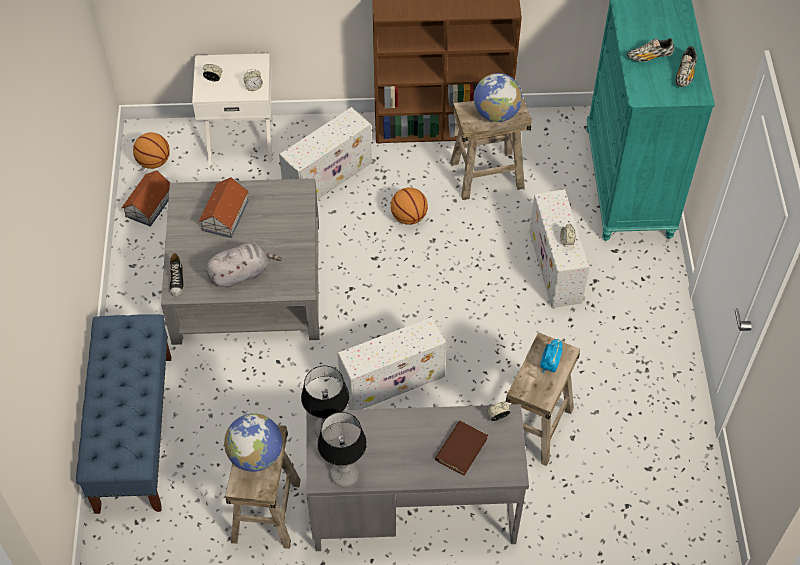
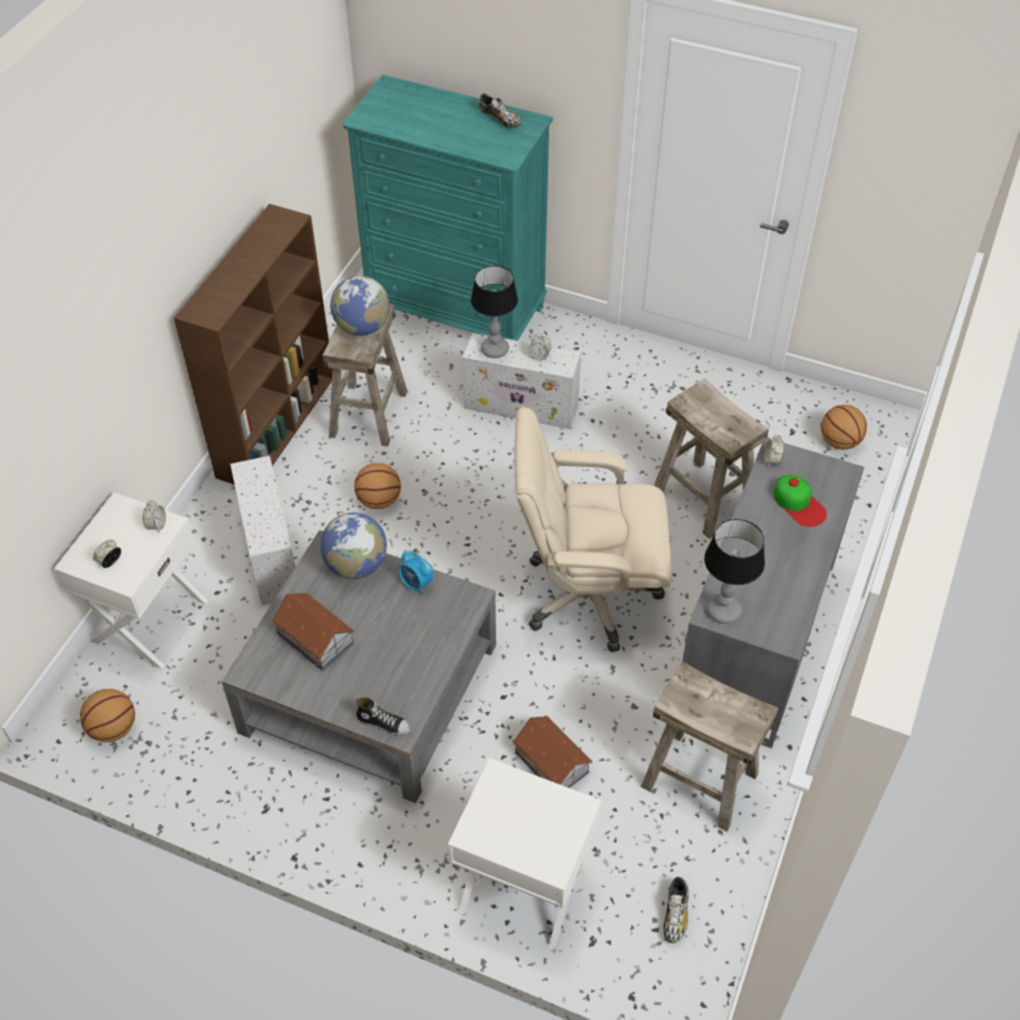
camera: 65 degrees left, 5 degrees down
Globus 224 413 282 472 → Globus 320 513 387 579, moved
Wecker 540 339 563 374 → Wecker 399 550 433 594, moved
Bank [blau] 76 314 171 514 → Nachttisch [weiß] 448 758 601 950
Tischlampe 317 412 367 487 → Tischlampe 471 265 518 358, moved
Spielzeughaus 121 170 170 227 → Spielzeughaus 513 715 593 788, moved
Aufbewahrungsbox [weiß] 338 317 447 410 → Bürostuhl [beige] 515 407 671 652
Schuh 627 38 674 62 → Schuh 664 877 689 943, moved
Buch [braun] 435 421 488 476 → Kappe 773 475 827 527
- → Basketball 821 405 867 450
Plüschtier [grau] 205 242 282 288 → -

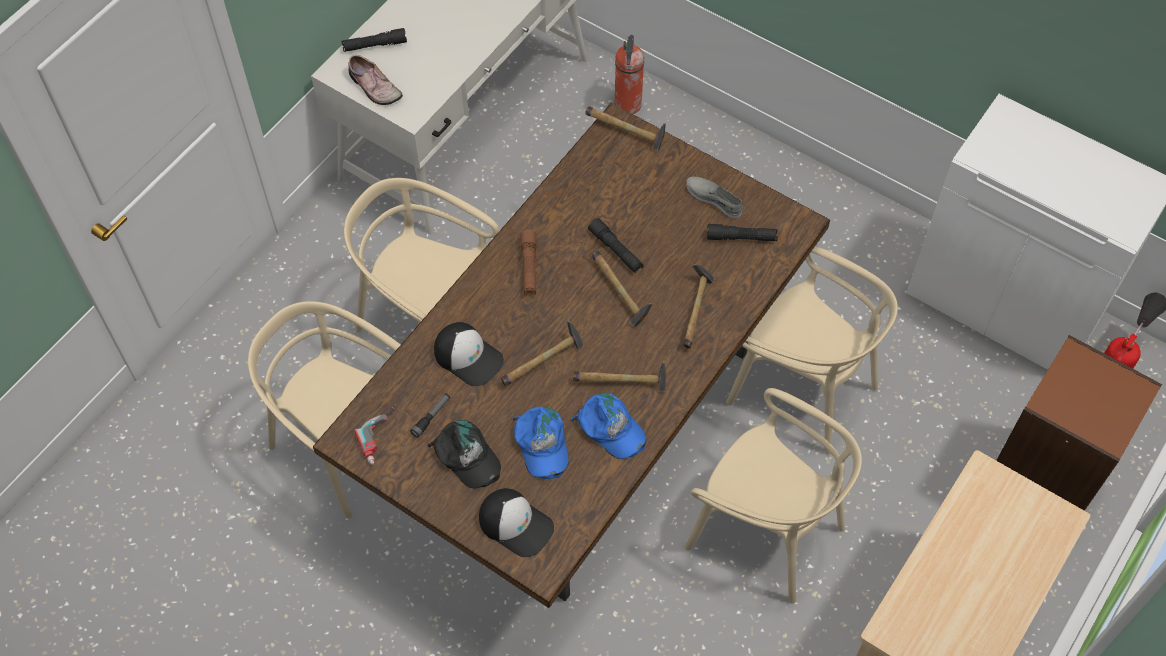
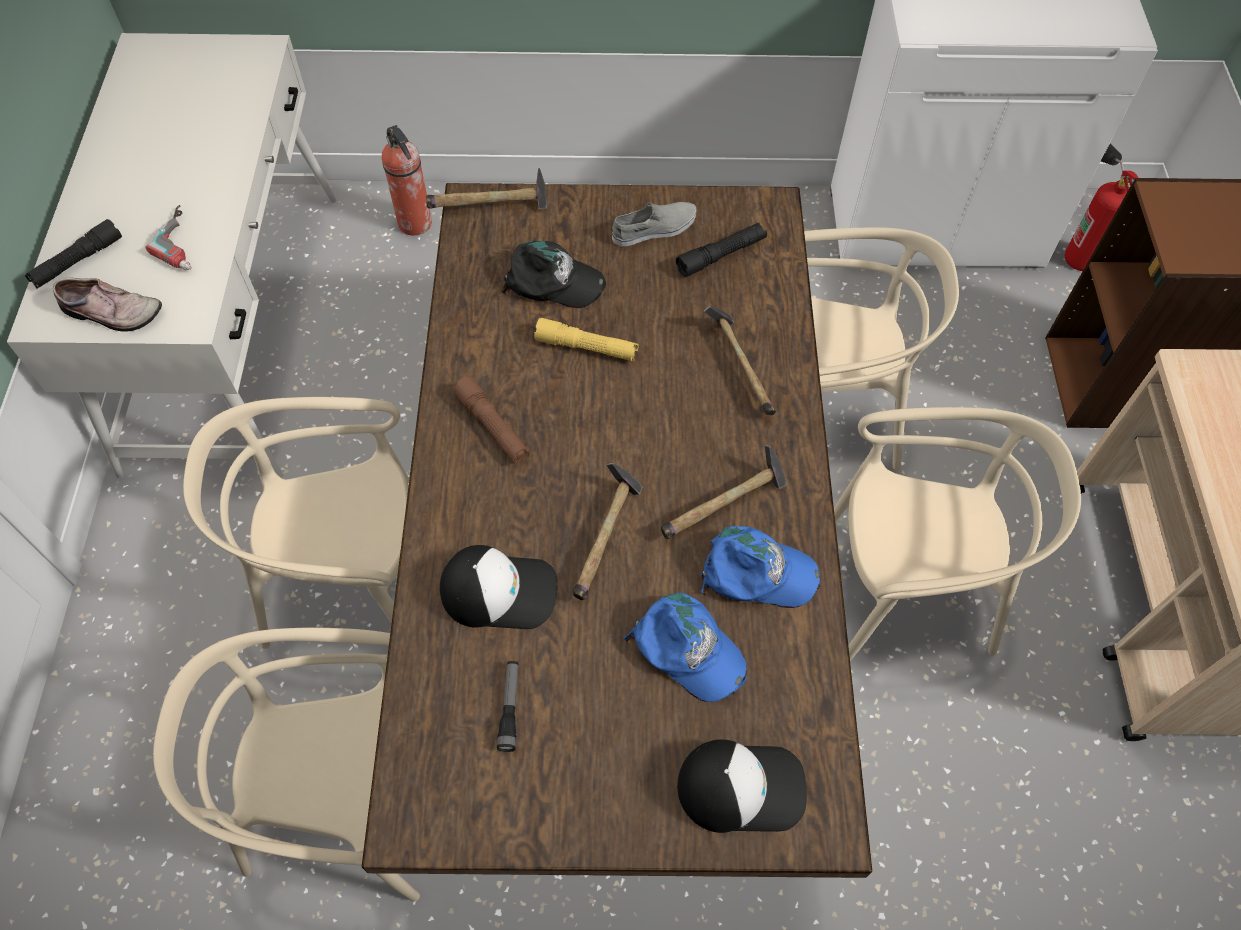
camera: 35 degrees left, 0 degrees up
Bohrmaschine 354 404 397 465 → Bohrmaschine 145 205 192 270, moved
Kappe [schwarz] 428 420 501 488 → Kappe [schwarz] 501 241 606 308, moved
Taschenlampe [schwarz] 588 218 644 273 → Taschenlampe [gelb] 534 318 639 361
Schuh [grau] 686 177 743 218 → Schuh [grau] 612 202 697 246, 150 degrees clockwise
Hammer 592 251 653 327 → -

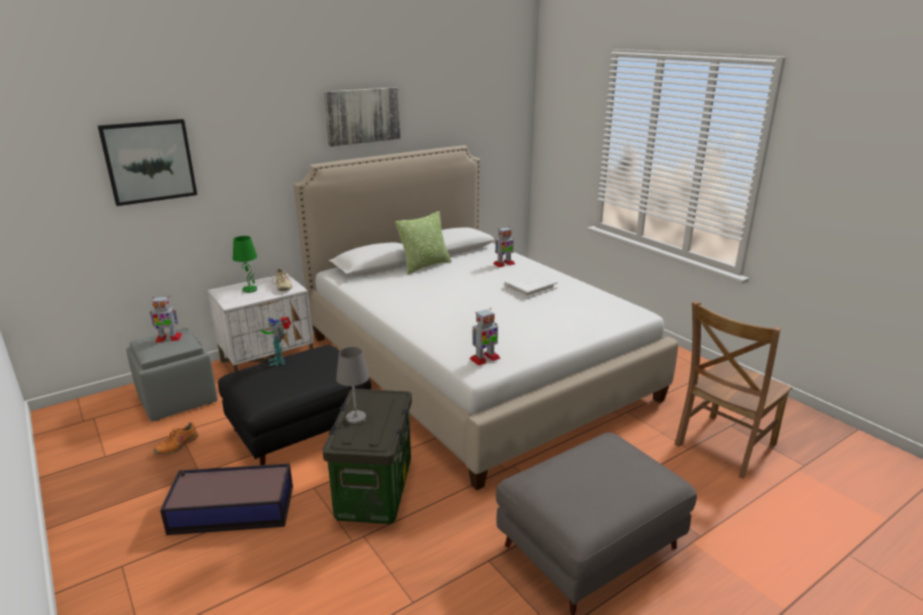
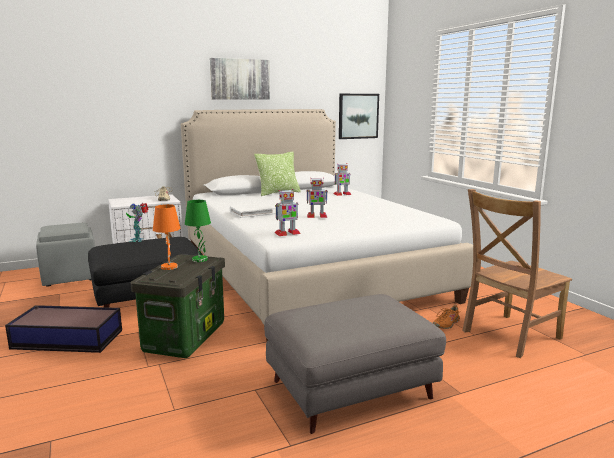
camera: 10 degrees right, 10 degrees down
Tischlampe [grau] 336 347 369 424 → Tischlampe [orange] 153 204 181 270
Tischlampe [grün] 233 236 257 293 → Tischlampe [grün] 185 200 211 262, moved
Buch [weiß] 504 273 558 298 → Buch [weiß] 230 203 276 218, moved
Spielzeugroboter 150 296 182 342 → Spielzeugroboter 306 178 328 218, moved
Bild 98 119 197 206 → Bild 339 94 379 139, moved
Schuh [orange] 154 422 198 455 → Schuh [orange] 433 305 462 329, moved

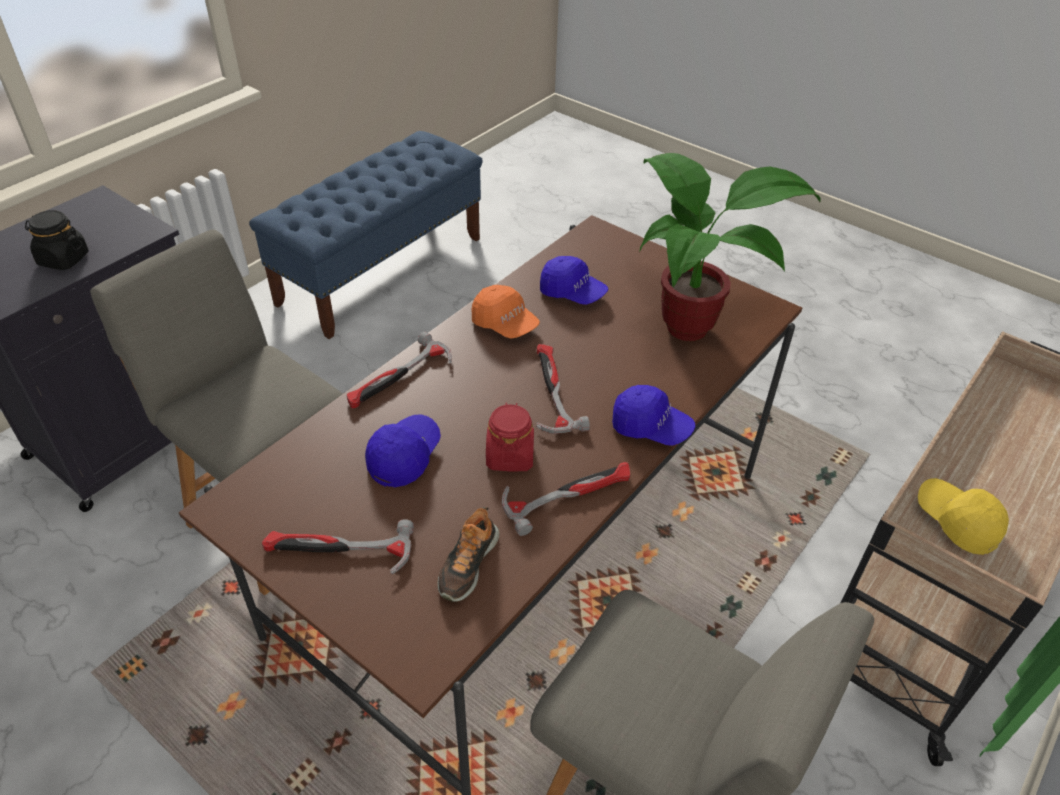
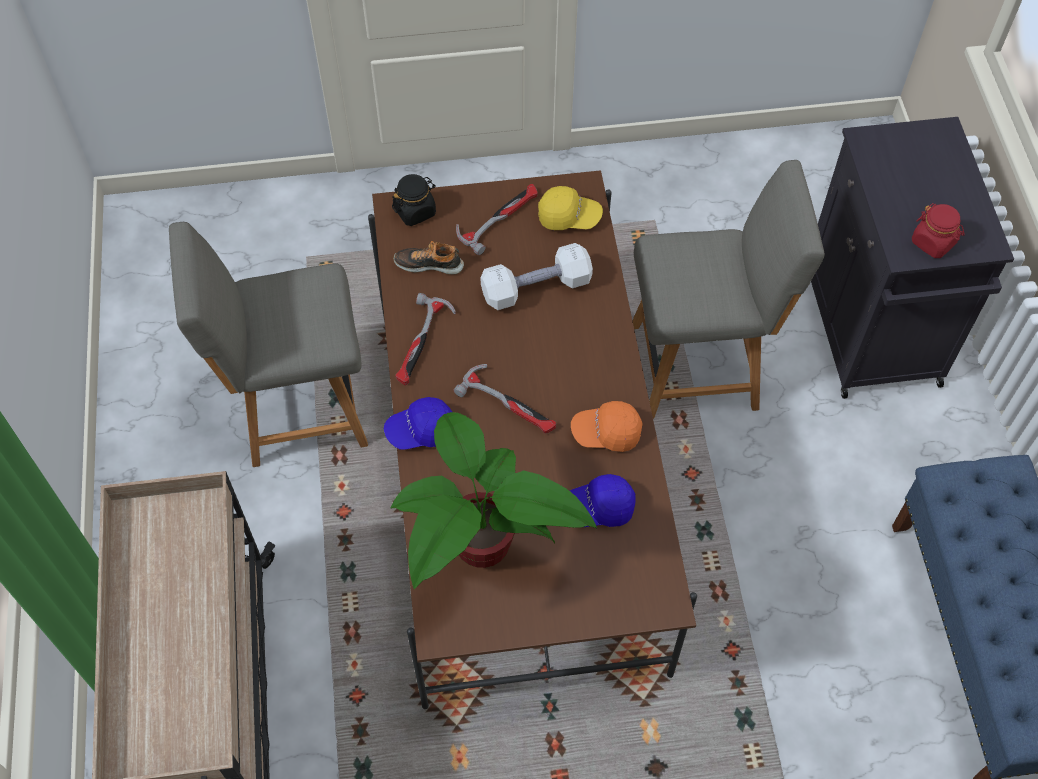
camera: 135 degrees right, 15 degrees up
Vorratsglas [schwarz] 25 210 89 270 → Vorratsglas [schwarz] 392 174 436 226, moved
Schuh 438 507 500 602 → Schuh 393 241 464 274, 60 degrees counterclockwise
Kappe [blau] 365 414 441 488 → Hantel [weiß] 480 243 593 310
Kappe [gelb] 918 478 1009 555 → Kappe [gelb] 538 186 603 230, moved
Vorratsglas [rot] 486 403 534 472 → Vorratsglas [rot] 912 203 965 258, moved
Hammer 347 332 452 409 → -

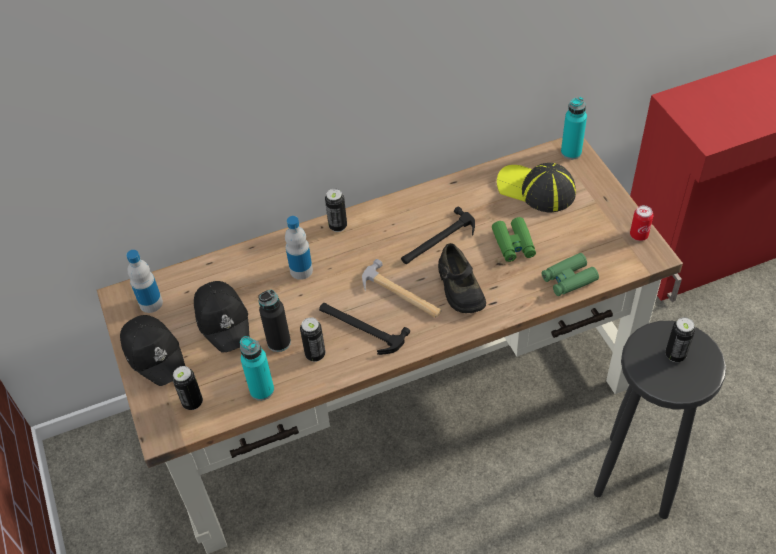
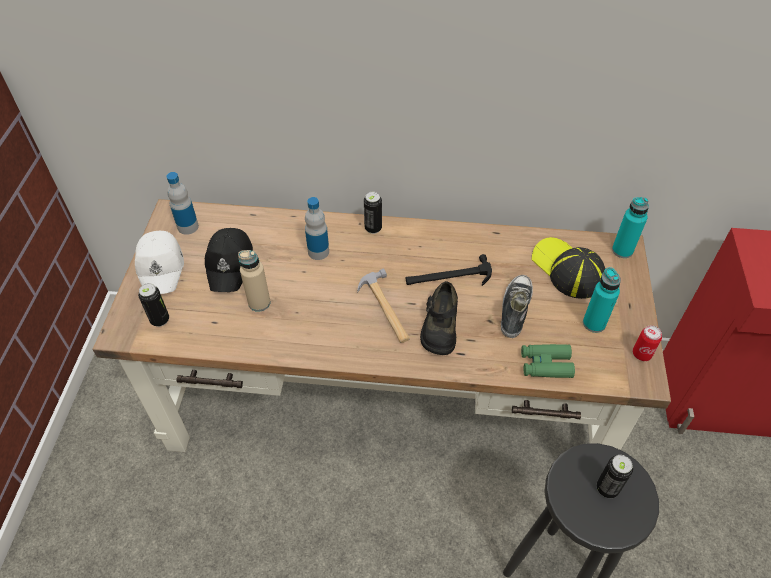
camera: 25 degrees right, 0 degrees up
Kappe [schwarz] 120 315 185 386 → Kappe [weiß] 135 231 184 294
Flasche [schwarz] 258 290 291 352 → Flasche [beige] 238 250 271 312
Fernglas [grün] 492 217 536 262 → Schuh 501 275 533 338
Flasche [türkis] 240 336 274 401 → Flasche [türkis] 583 267 621 333, moved
Dose 300 317 325 362 → -
Hammer 319 303 410 355 → -

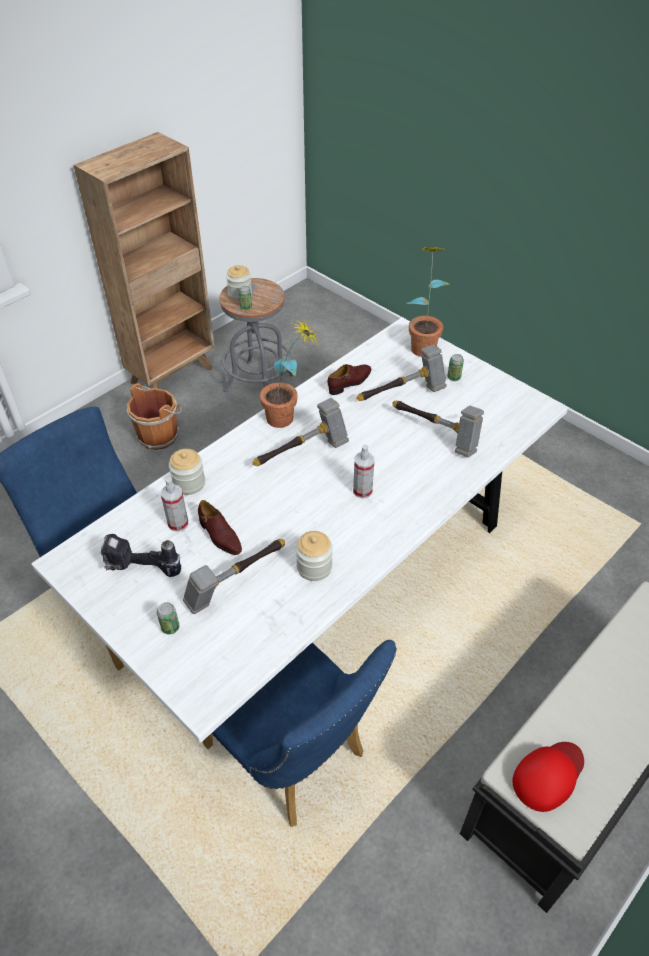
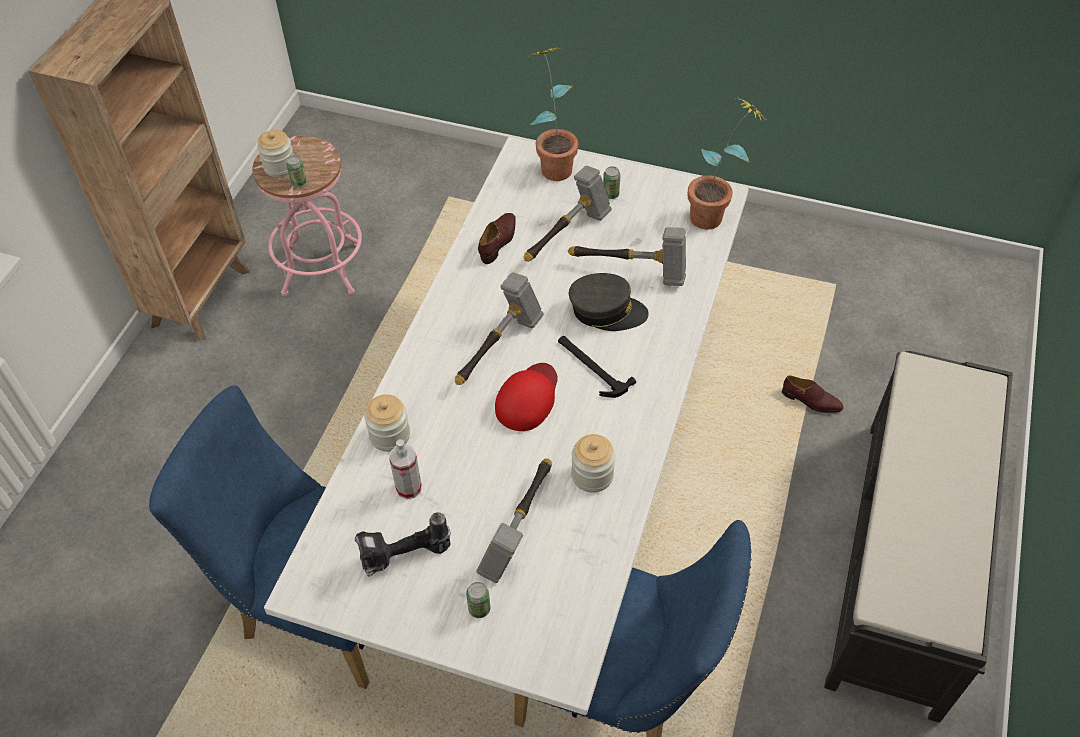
camera: 25 degrees left, 5 degrees up
Hocker [grau] 219 278 294 392 → Hocker [rosa] 252 136 362 296
Kappe [rot] 512 742 584 812 → Kappe [rot] 495 363 558 431, moved
Sprühflasche 353 445 374 499 → Hammer 558 336 636 398
- → Kappe [grau] 569 273 649 331
Topfpflanze 260 319 318 428 → Topfpflanze 688 97 765 229, moved
Schuh [braun] 198 500 242 555 → Schuh [braun] 782 375 843 413, moved
Eimer [braun] 126 383 182 450 → -

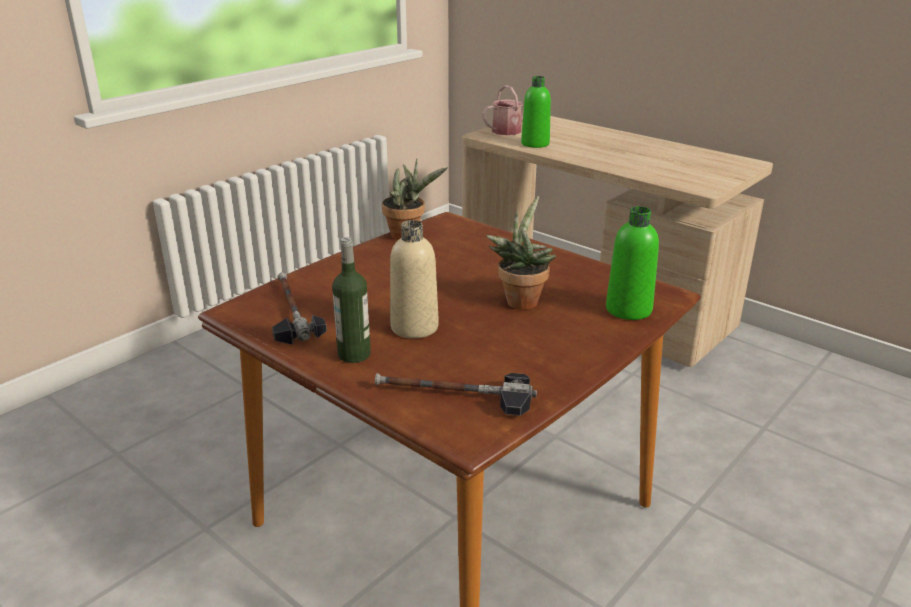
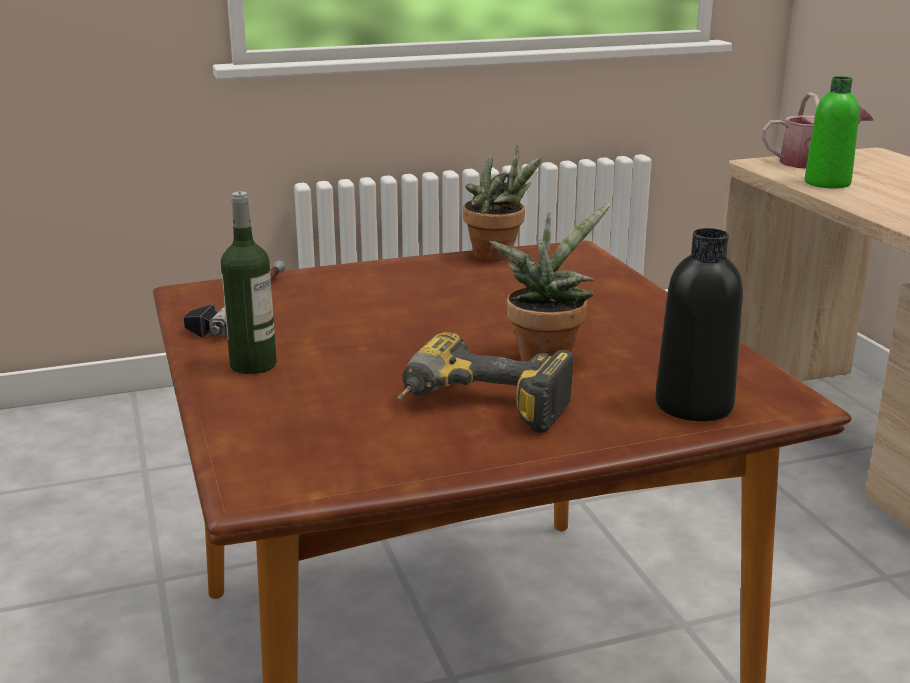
camera: 30 degrees right, 5 degrees down
- → Bohrmaschine 398 332 574 433
Flasche [grün] 606 206 659 320 → Flasche [schwarz] 655 228 743 421
Hammer 375 373 537 416 → -
Flasche [beige] 390 220 439 338 → -

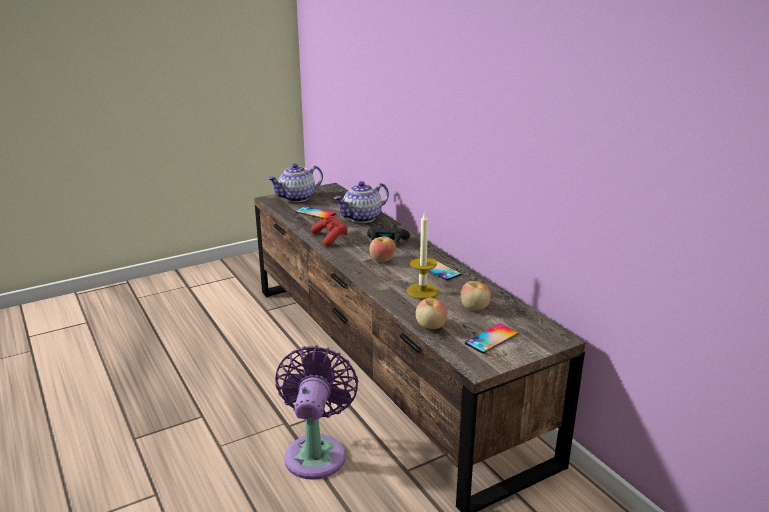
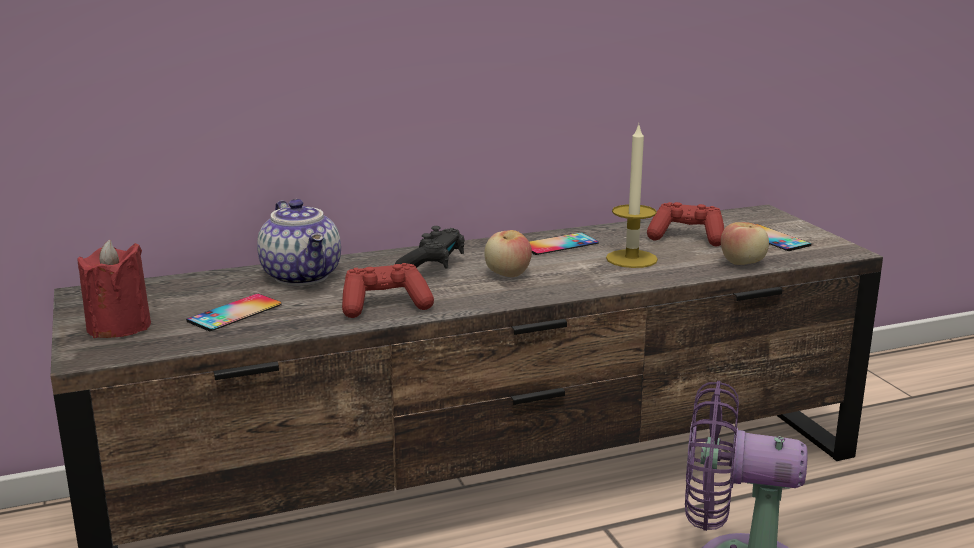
camera: 80 degrees left, 5 degrees down
Teekanne 268 164 323 202 → Kerze [rot] 78 239 151 338
Apfel 461 281 491 310 → Gamepad [rot] 647 202 724 246

